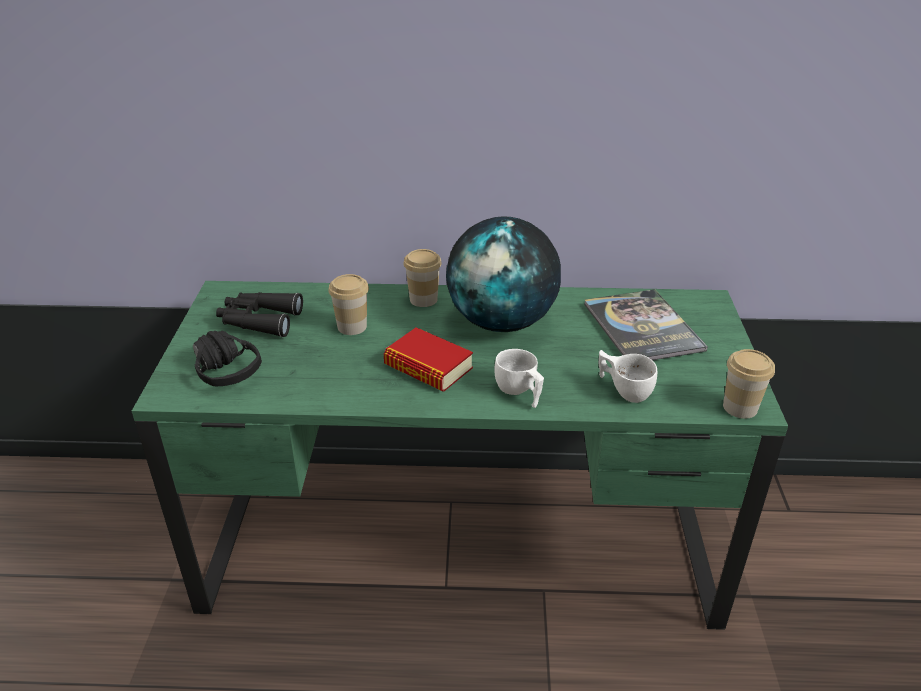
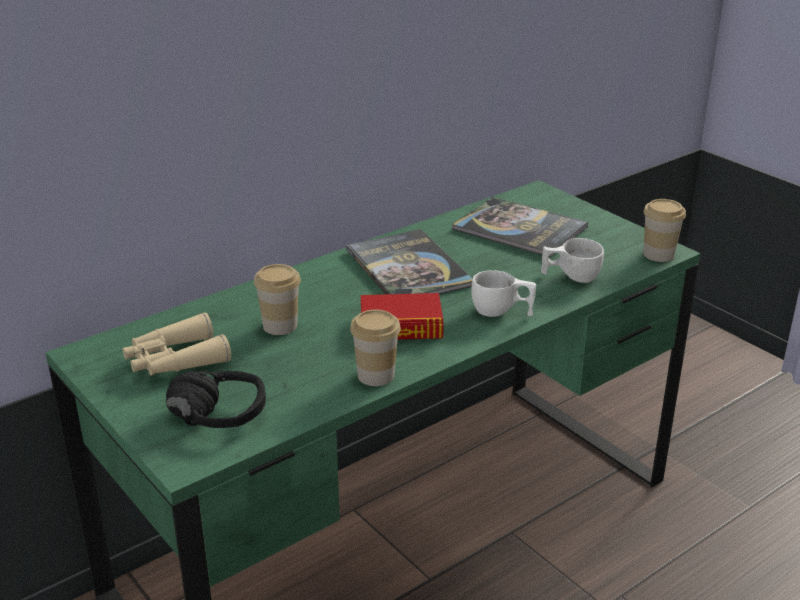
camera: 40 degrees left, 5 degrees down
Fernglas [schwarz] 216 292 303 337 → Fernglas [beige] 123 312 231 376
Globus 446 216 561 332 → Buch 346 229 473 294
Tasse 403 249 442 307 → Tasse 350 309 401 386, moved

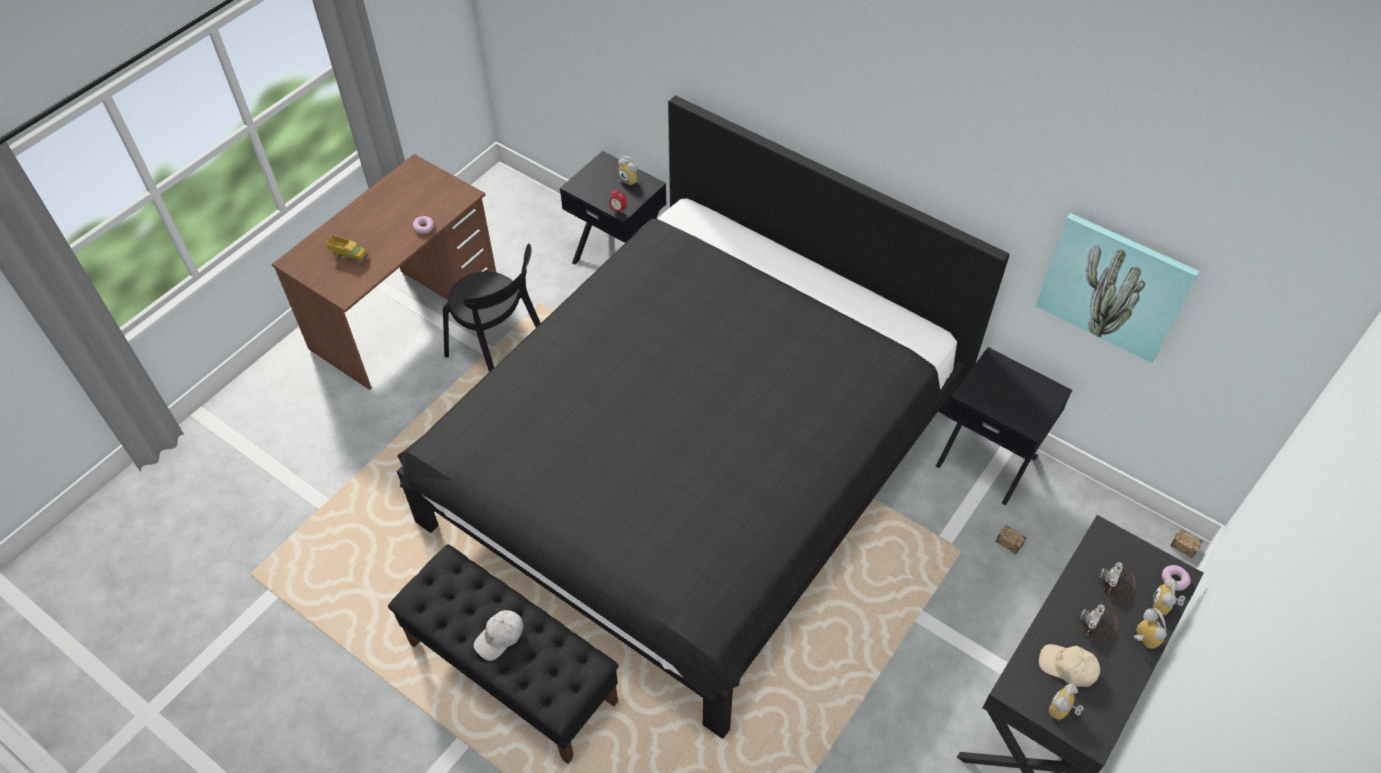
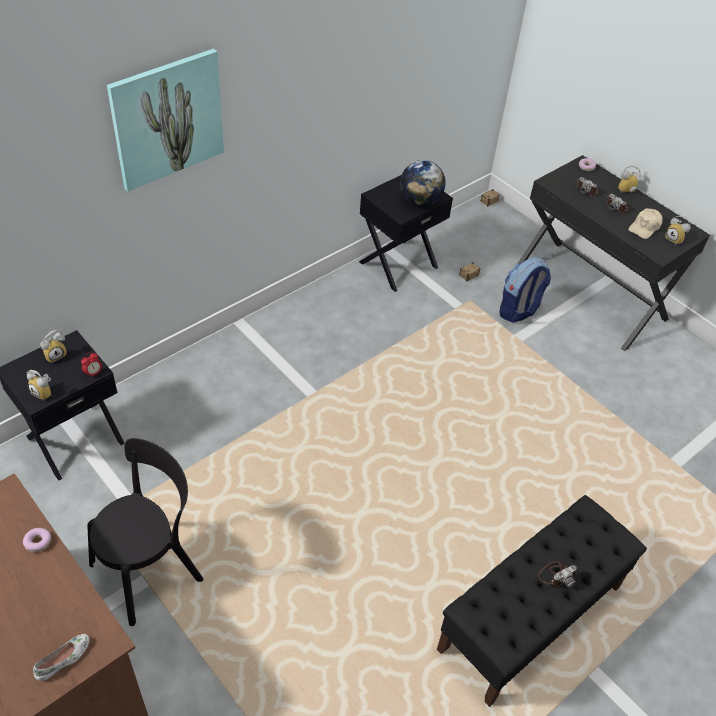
camera: 80 degrees left, 5 degrees down
Wecker 1153 577 1185 616 → Wecker 27 370 52 401, moved
- → Schuh [weiß] 33 634 90 681
Bild 1035 213 1200 363 → Bild 107 49 224 192, moved
- → Globus 400 160 446 207
- → Rucksack 499 257 551 322
Kappe [weiß] 474 610 523 661 → Kamera 538 561 577 588
Spielzeuglaster 325 235 368 264 → -
Bett [schwarz] 397 95 1010 739 → -

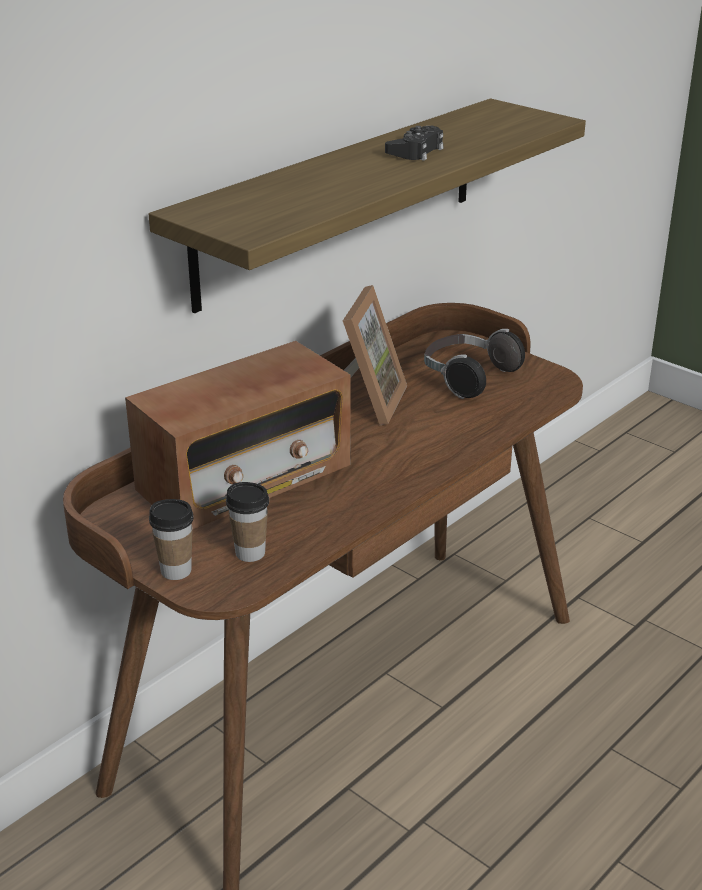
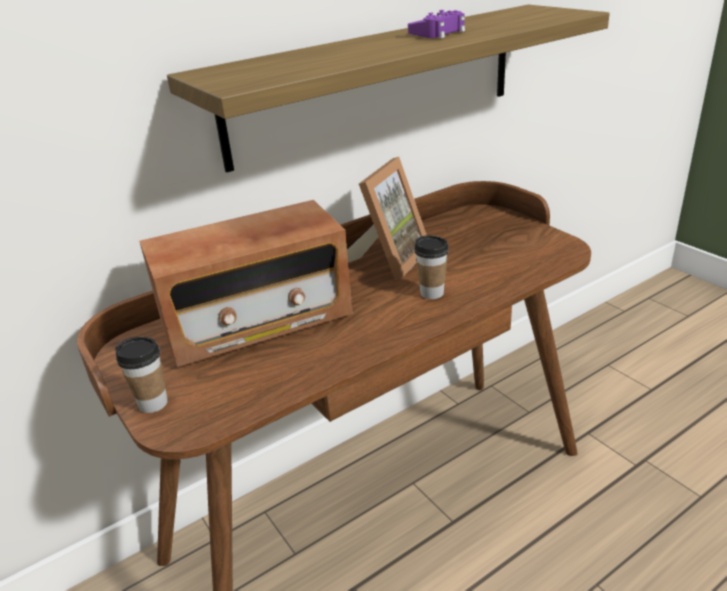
camera: 15 degrees right, 0 degrees up
Gamepad [schwarz] 385 125 444 161 → Gamepad [lila] 408 10 465 38
Tasse 226 482 269 562 → Tasse 414 235 449 299, moved
Kopfhörer 424 329 525 399 → -

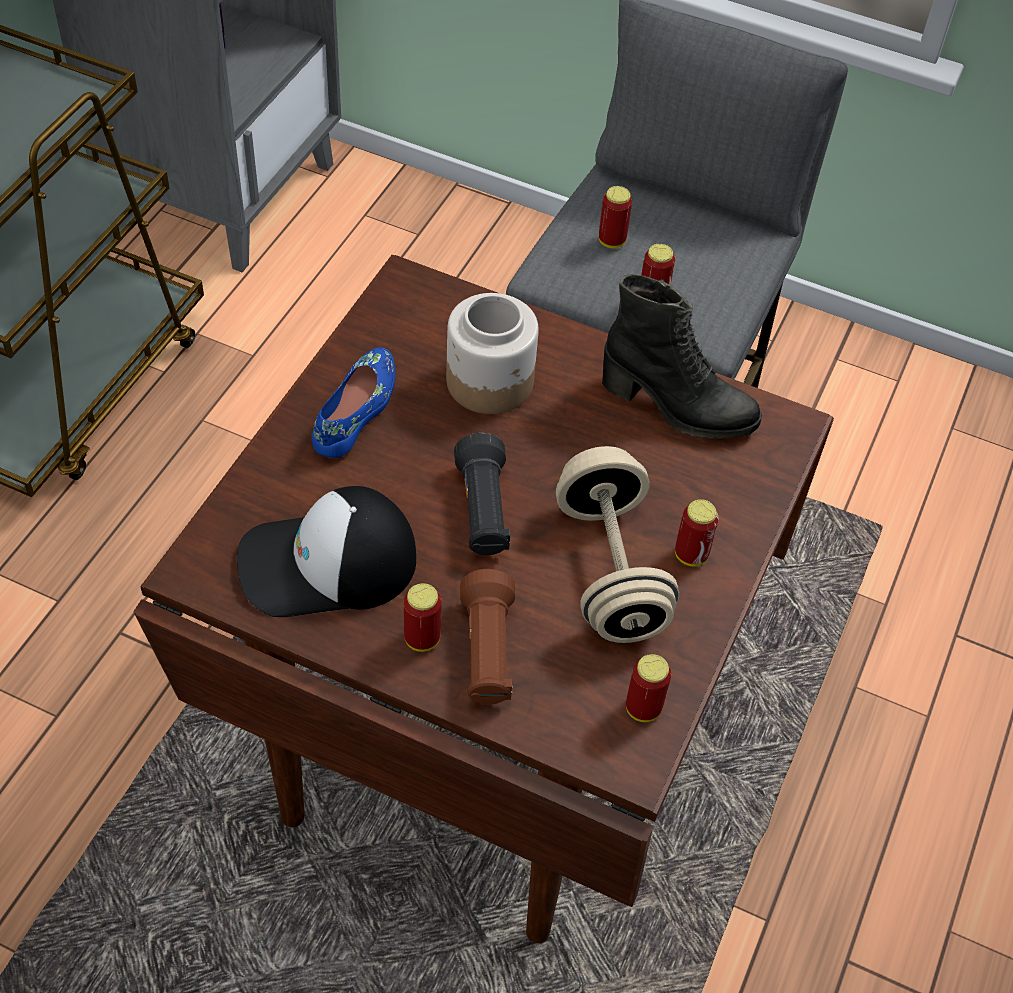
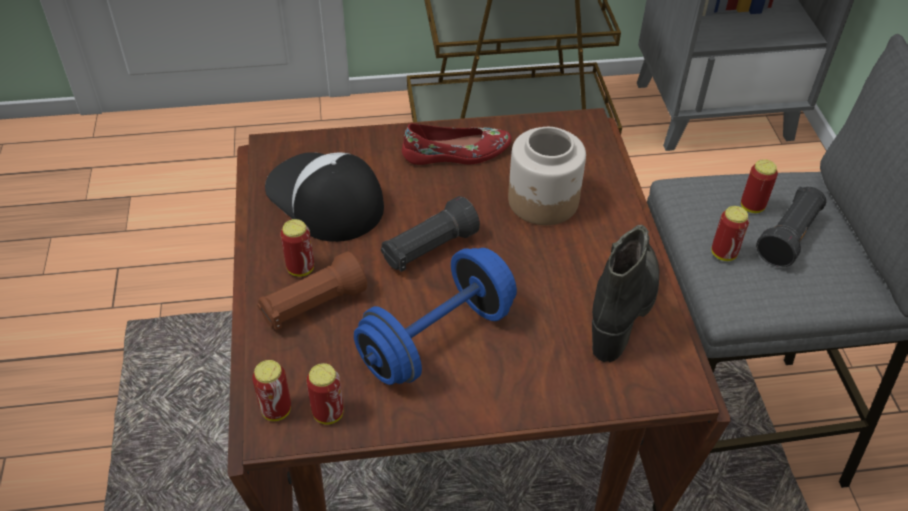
camera: 60 degrees right, 5 degrees down
Dose 675 499 719 567 → Dose 252 360 291 421, moved
Hantel [beige] 556 446 680 643 → Hantel [blau] 354 248 517 385
Schuh [blau] 312 347 395 458 → Schuh [rot] 402 123 512 165
Stiefel [schwarz] 602 274 762 439 → Stiefel [schwarz] 592 225 659 362, 150 degrees counterclockwise
- → Taschenlampe [schwarz] 756 186 826 267

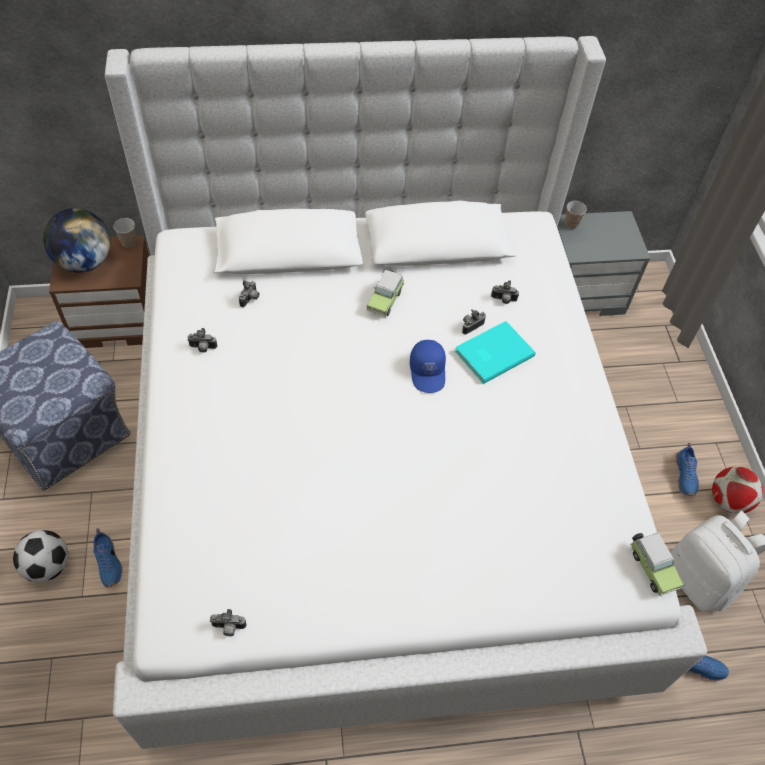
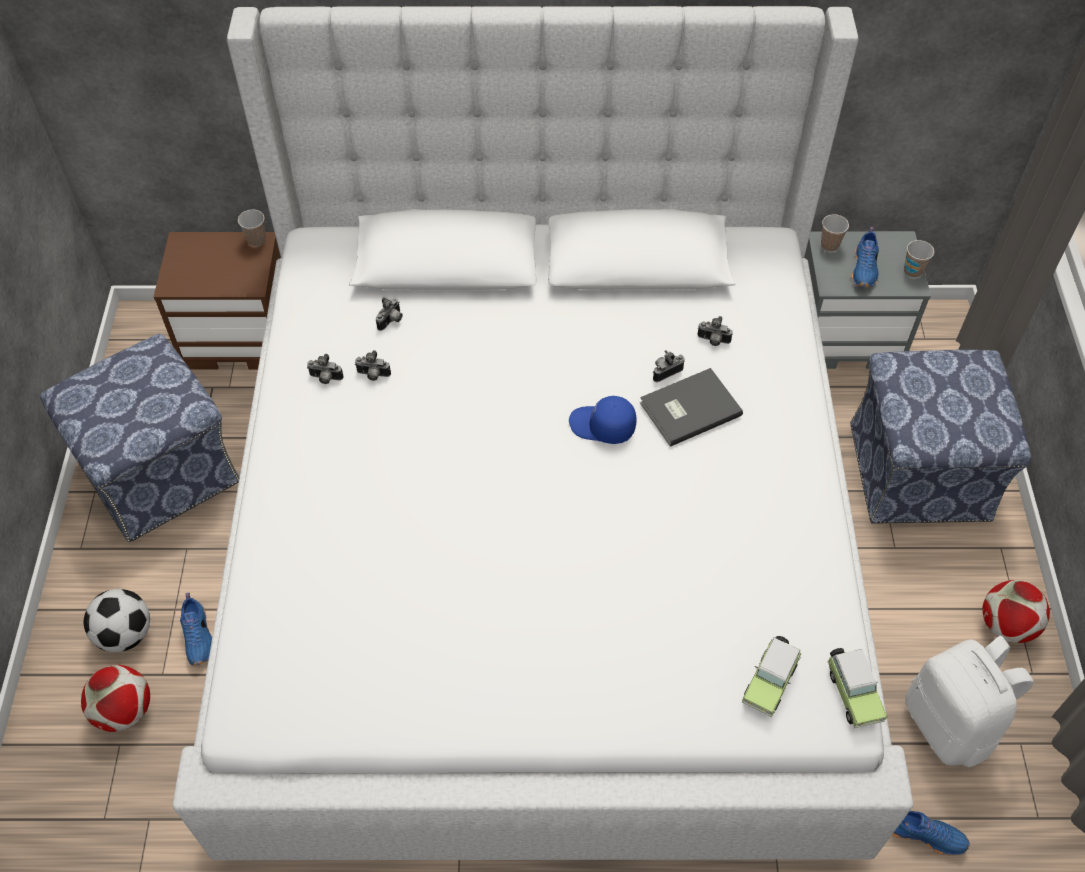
camera: 10 degrees right, 0 degrees up
- → Fußball 81 665 150 732
Kamera 209 609 247 636 → Kamera 355 350 391 381, moved
Kappe [blau] 410 340 446 393 → Kappe [blau] 569 396 637 444, 105 degrees clockwise
Buch [türkis] 455 321 535 384 → Buch [grau] 640 368 743 447
Spielzeugauto 367 270 404 317 → Spielzeugauto 742 636 801 717, moved
- → Polsterhocker 850 350 1031 524
Schuh [blau] 675 443 699 496 → Schuh [blau] 852 227 879 287, moved
- → Tasse 904 240 934 278
Globus 43 208 111 273 → -

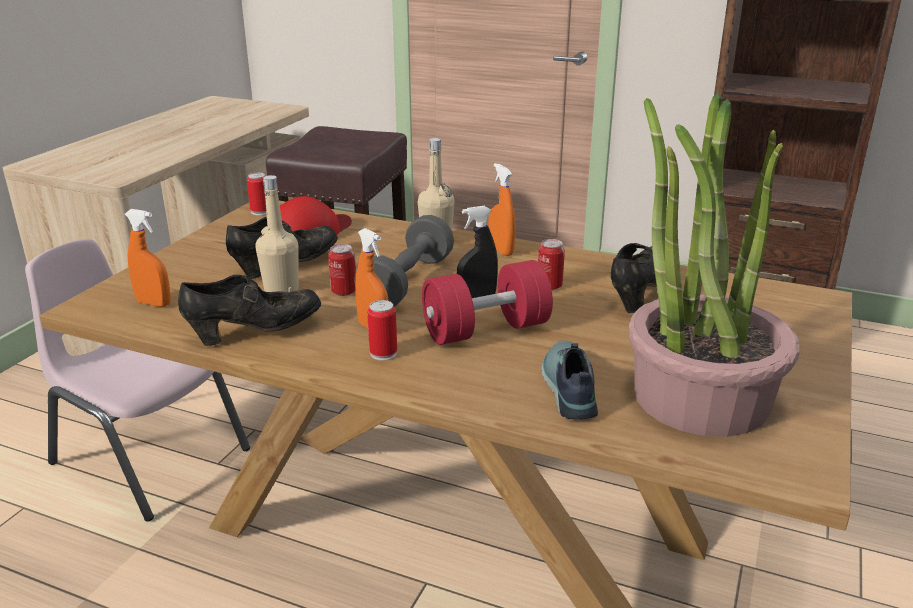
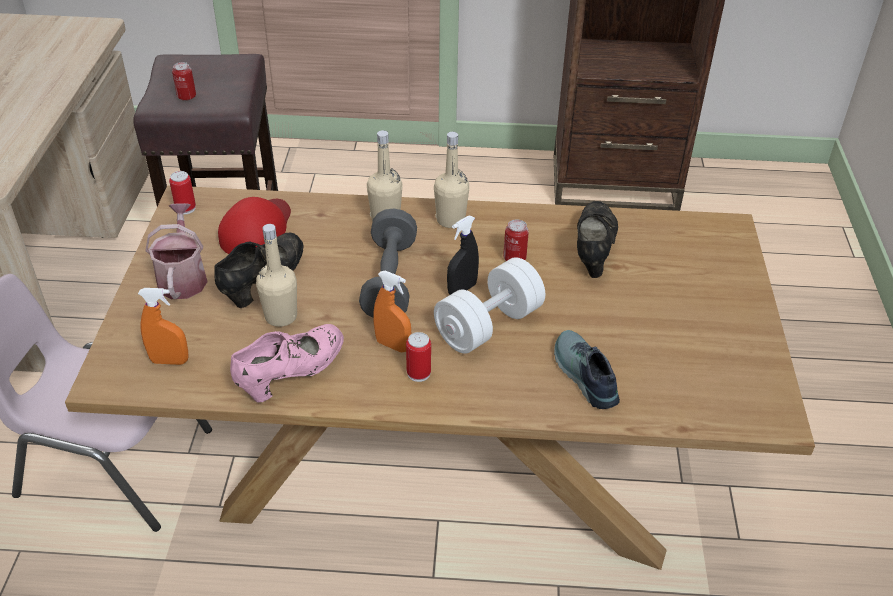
camera: 20 degrees left, 15 degrees up
- → Gießkanne 145 203 208 299
Dose 328 244 356 296 → Dose 172 62 196 101, moved
Schuh [schwarz] 178 275 321 346 → Schuh [rosa] 230 324 344 402
Sprühflasche [orange] 489 163 516 256 → Flasche [beige] 434 132 469 228
Hantel [rot] 422 260 553 345 → Hantel [weiß] 434 257 545 354
Topfpflanze 628 93 800 437 → -

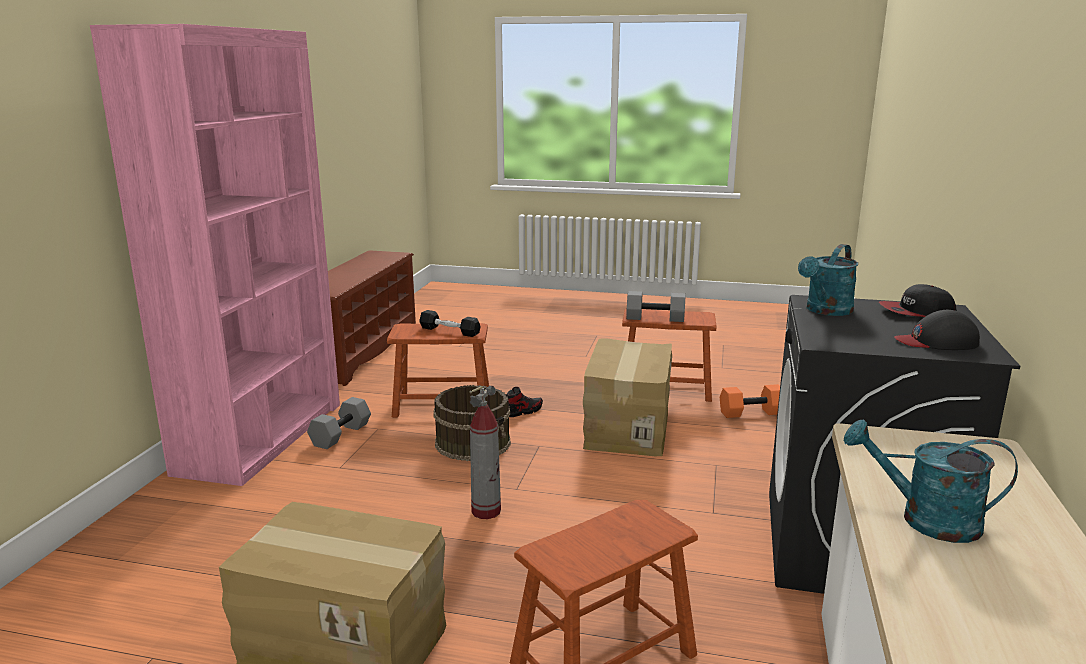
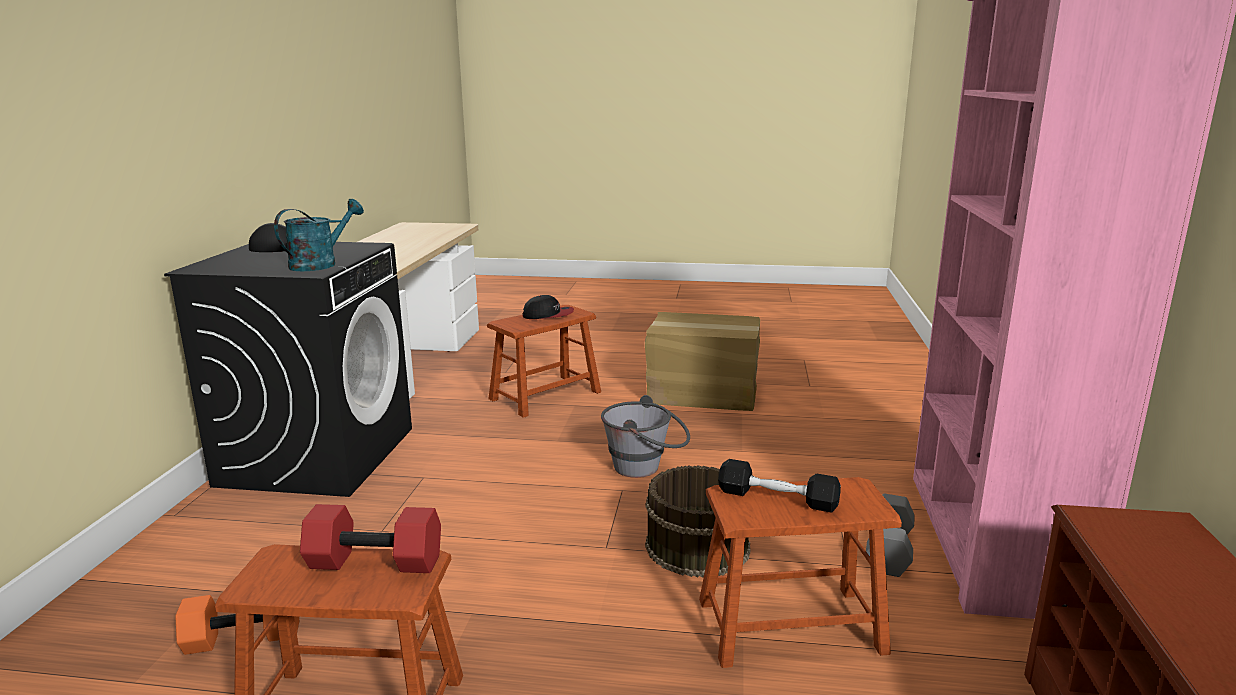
camera: 175 degrees right, 0 degrees up
Hantel [grau] 627 291 685 322 → Hantel [rot] 300 504 441 573
Kappe 879 284 957 317 → Kappe 522 295 574 319, moved
Feuerlöscher 469 386 501 519 → Eimer [grau] 601 395 690 478
Schuh 506 387 543 417 → -
Karton 583 338 672 456 → -
Gießkanne [türkis] 844 420 1018 543 → -

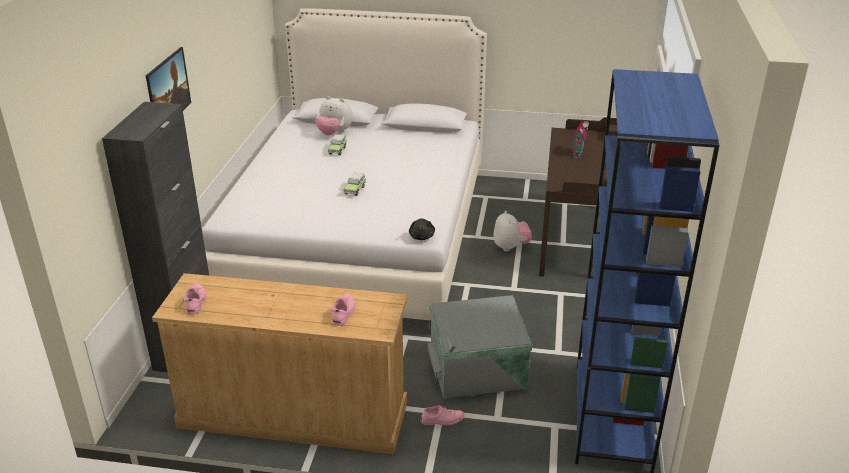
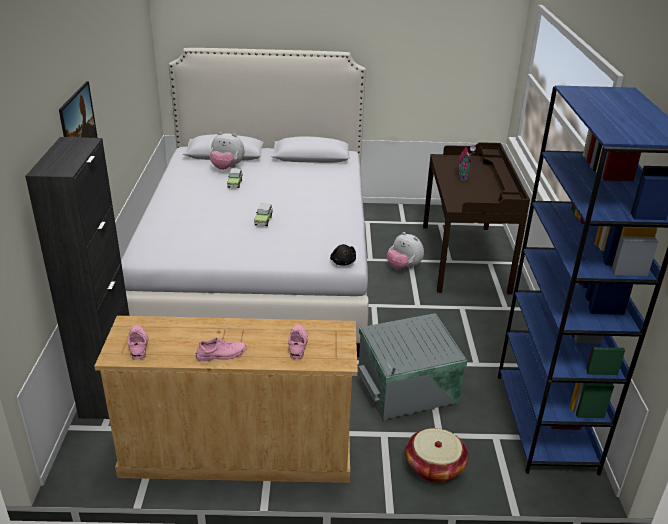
camera: 10 degrees left, 0 degrees up
Schuh [rosa] 420 405 464 425 → Schuh [rosa] 196 337 247 361, moved
Plüschtier 493 211 532 252 → Plüschtier 387 232 424 270, 150 degrees clockwise
- → Korb 405 428 469 483

